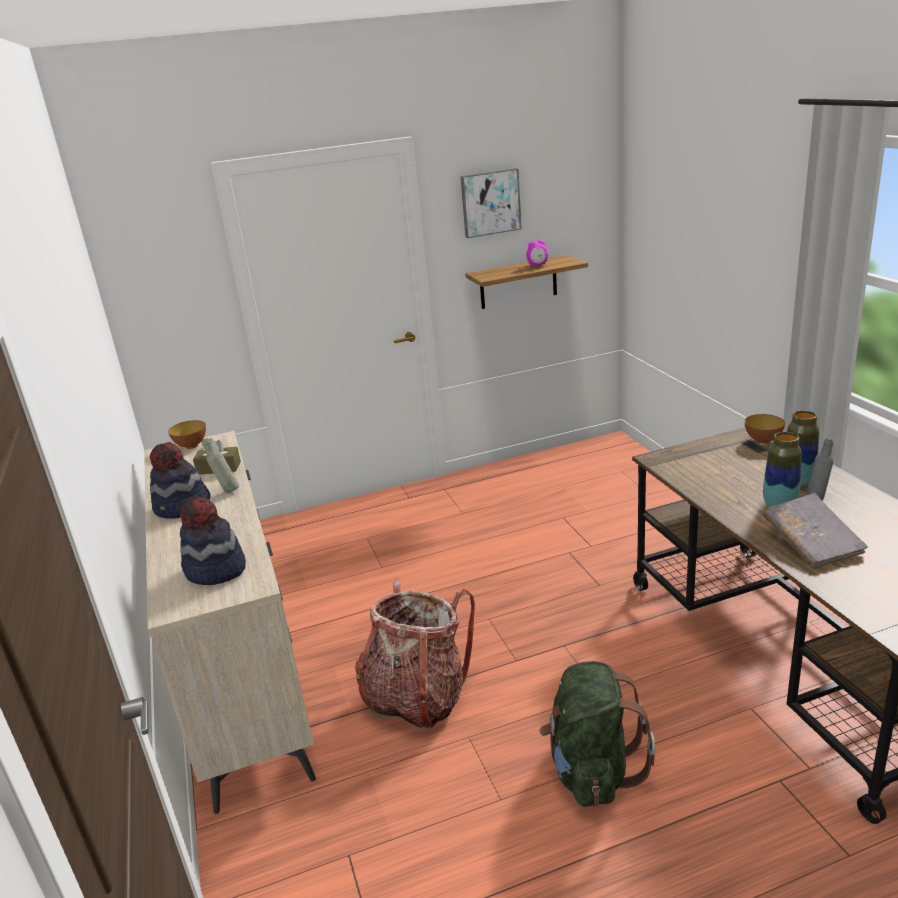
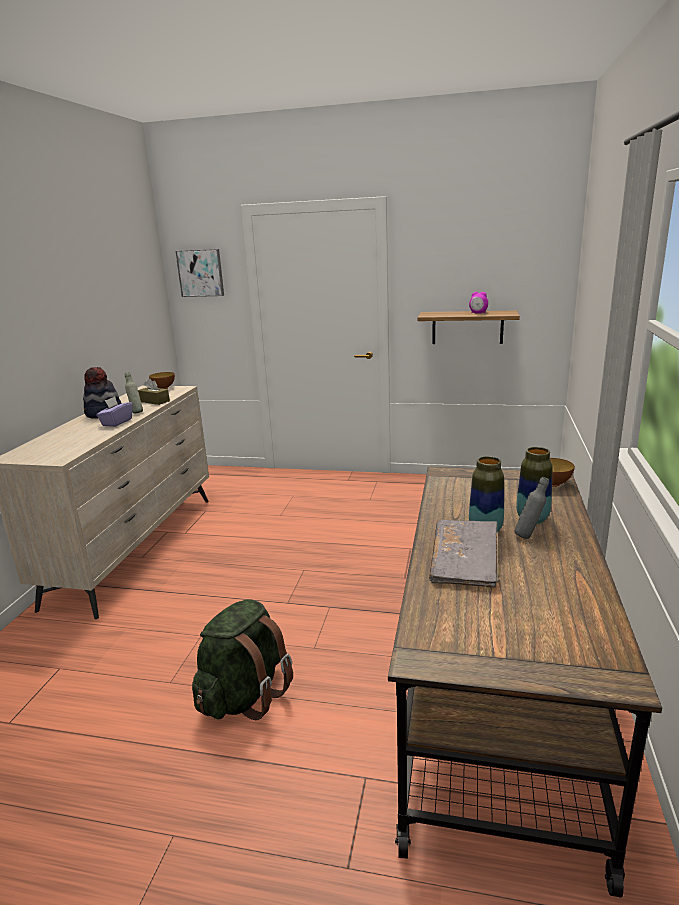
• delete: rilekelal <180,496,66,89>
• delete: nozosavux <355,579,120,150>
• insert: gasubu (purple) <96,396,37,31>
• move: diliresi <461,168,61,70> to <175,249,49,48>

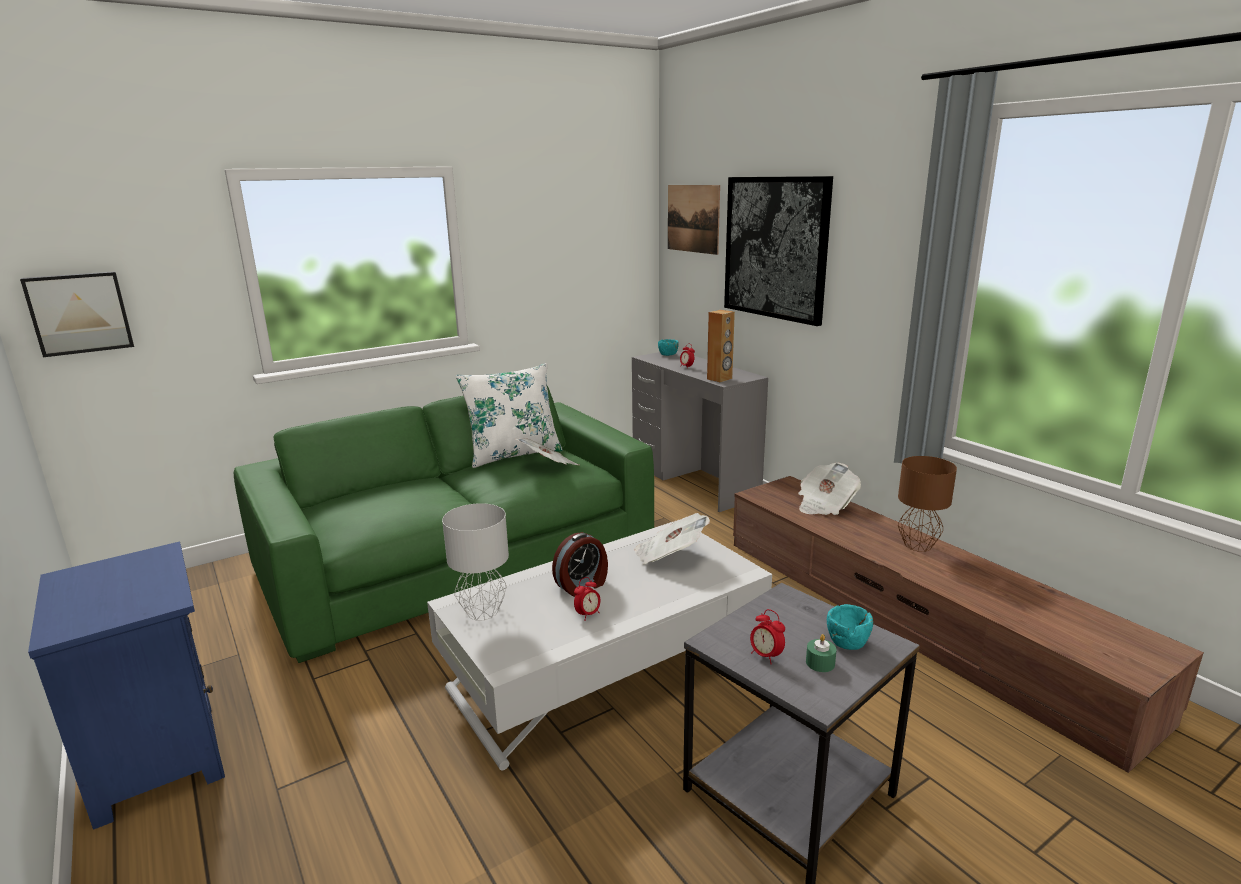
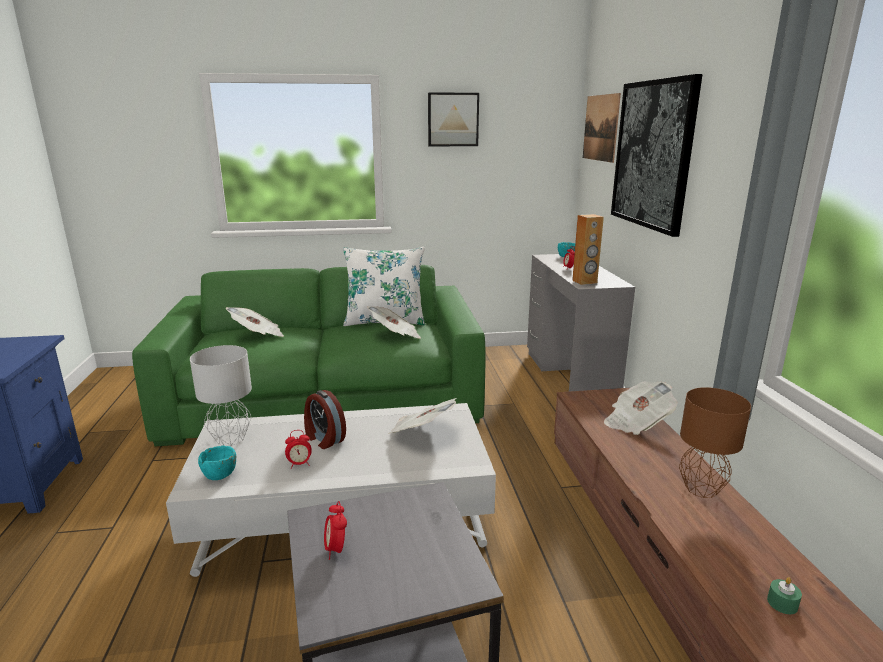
• insert: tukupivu <226,307,58,30>
• move: diliresi <20,271,114,86> to <428,92,51,54>
• move: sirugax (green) <806,634,30,38> to <767,577,35,37>
• move: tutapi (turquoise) <827,604,46,46> to <198,445,38,35>
• rotate: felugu <552,532,56,65> = <304,390,42,59> 60 degrees clockwise

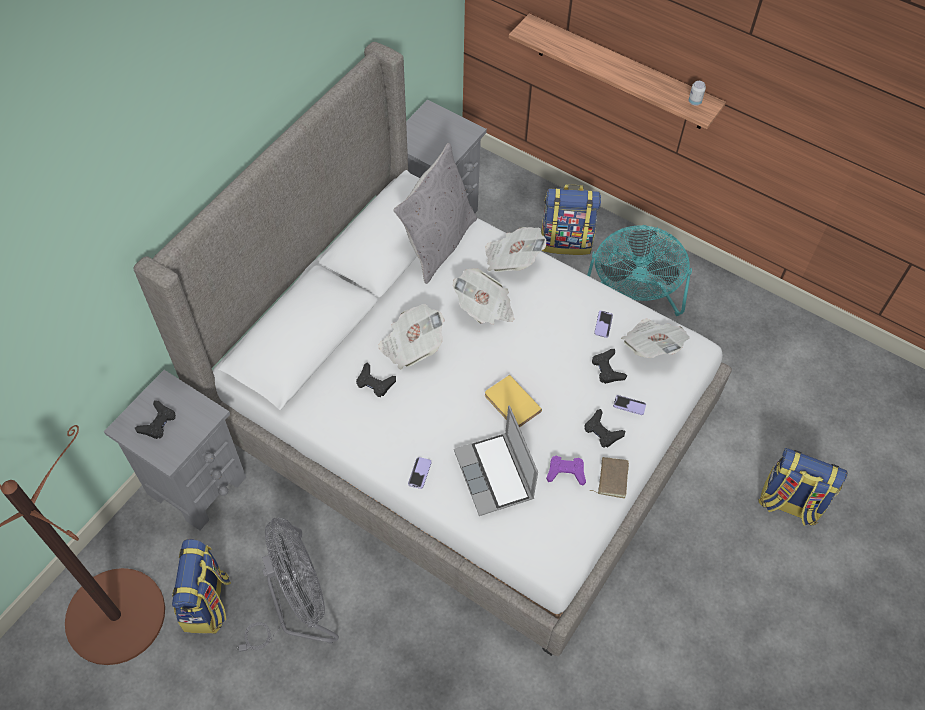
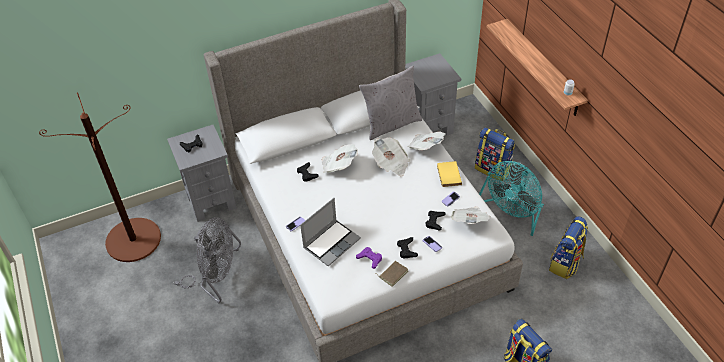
• move: nozosavux <172,539,59,95> to <549,216,39,63>
• move: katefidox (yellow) <485,375,57,53> to <437,161,25,26>
• rotate: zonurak <454,406,84,110> = <300,198,61,68> 150 degrees counterclockwise

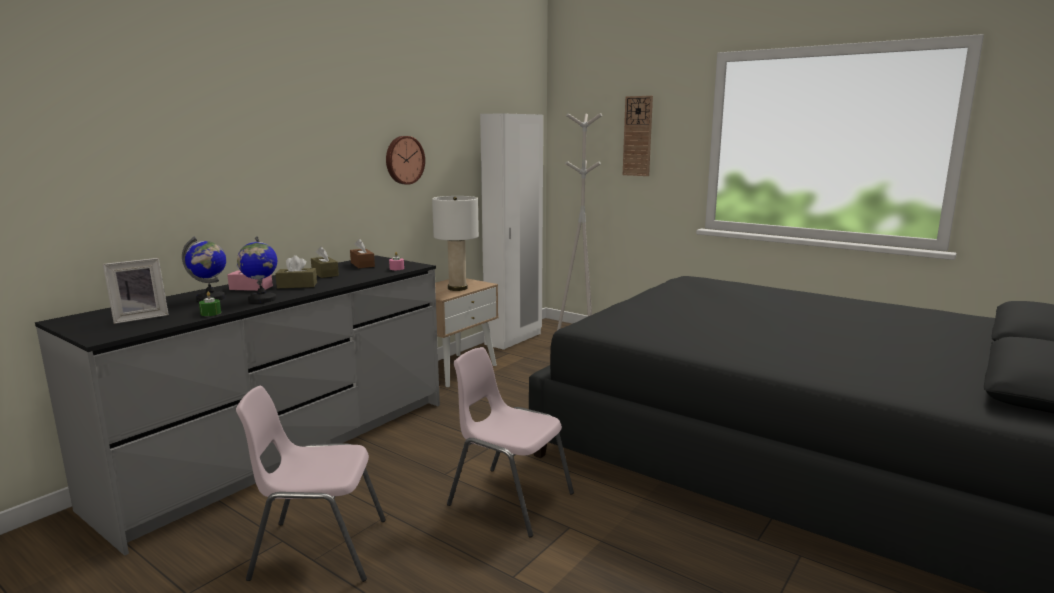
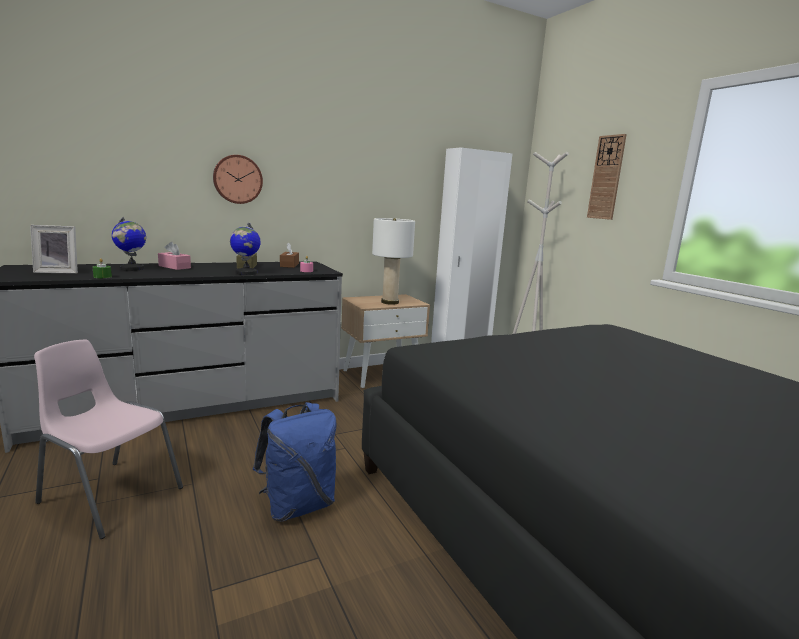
• delete: gasubu (brown) <275,255,42,33>
• move: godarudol <237,236,40,67> to <230,223,31,52>
• move: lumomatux <386,136,39,49> to <213,155,50,49>
• replace: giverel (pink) <447,347,127,190> to nozosavux (blue) <253,402,84,119>

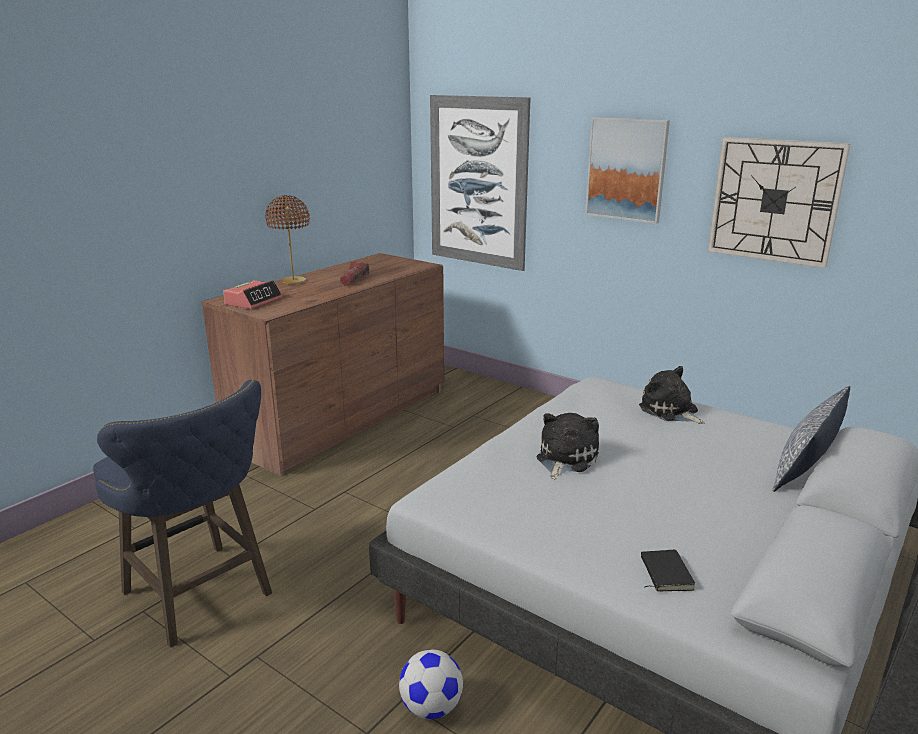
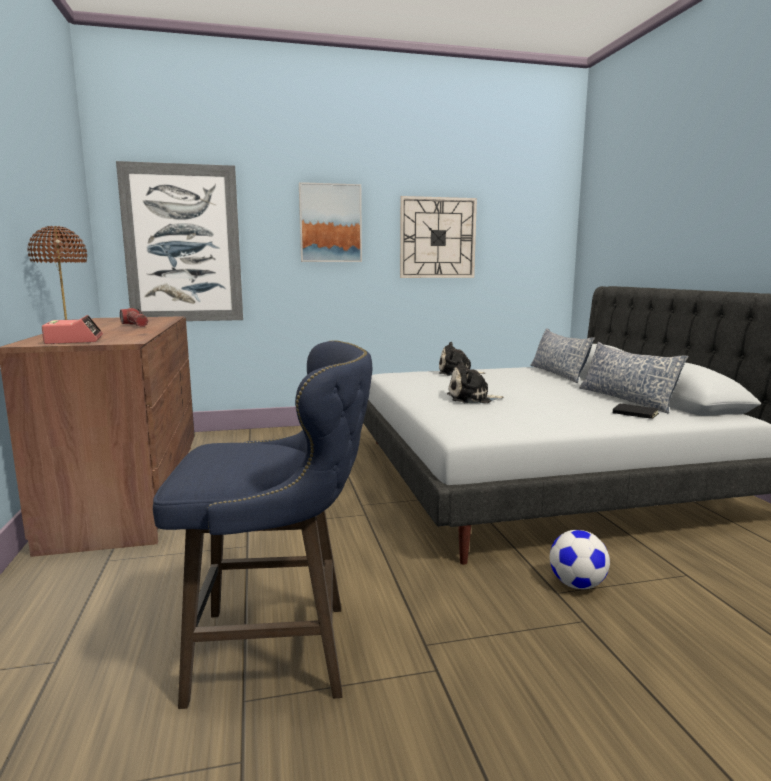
• insert: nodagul <579,342,110,71>
• rotate: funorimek <537,413,62,66> = <447,360,57,43> 75 degrees counterclockwise

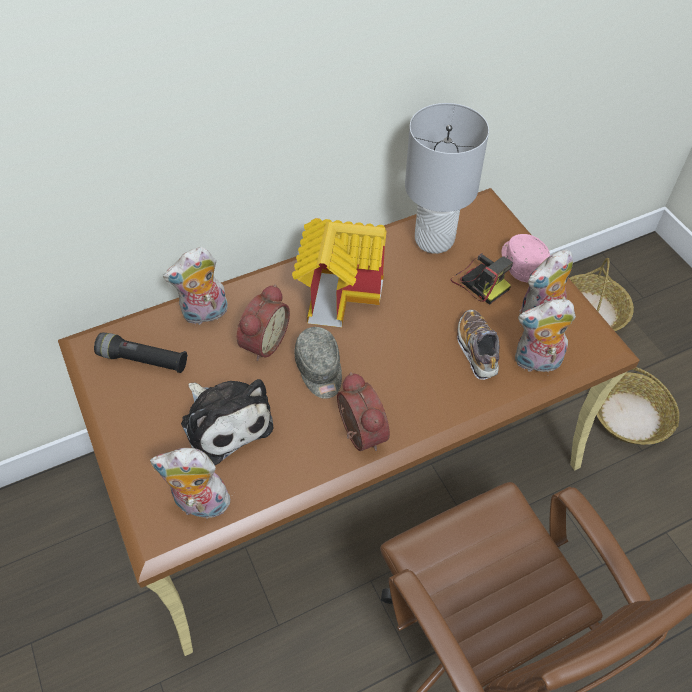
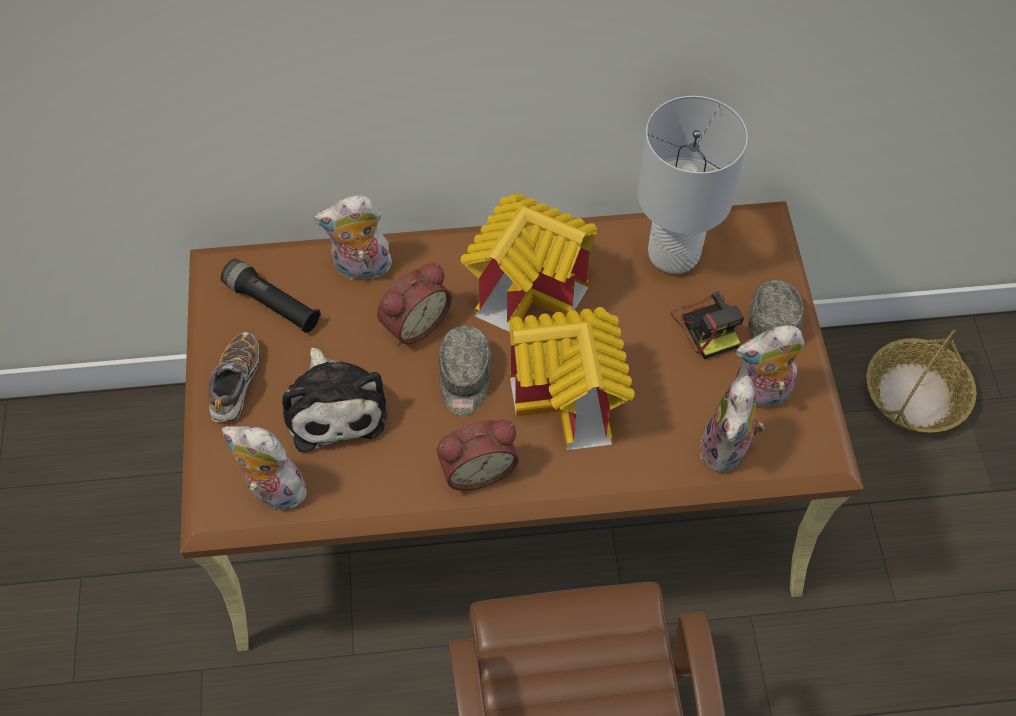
• delete: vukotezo <597,367,82,78>
• insert: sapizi <509,307,125,143>
• move: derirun <457,310,42,70> to <209,332,50,90>
• recolor: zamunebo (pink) <502,234,48,49> to zamunebo (grey) <749,280,55,57>
• rotate: felugu <337,372,53,79> = <437,420,82,71> 75 degrees clockwise
• rotate: funorimek <515,299,61,73> = <700,376,65,97> 90 degrees counterclockwise

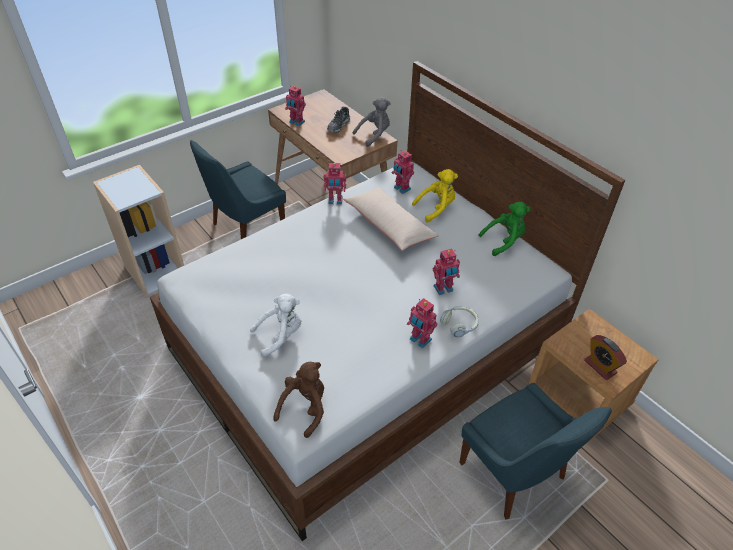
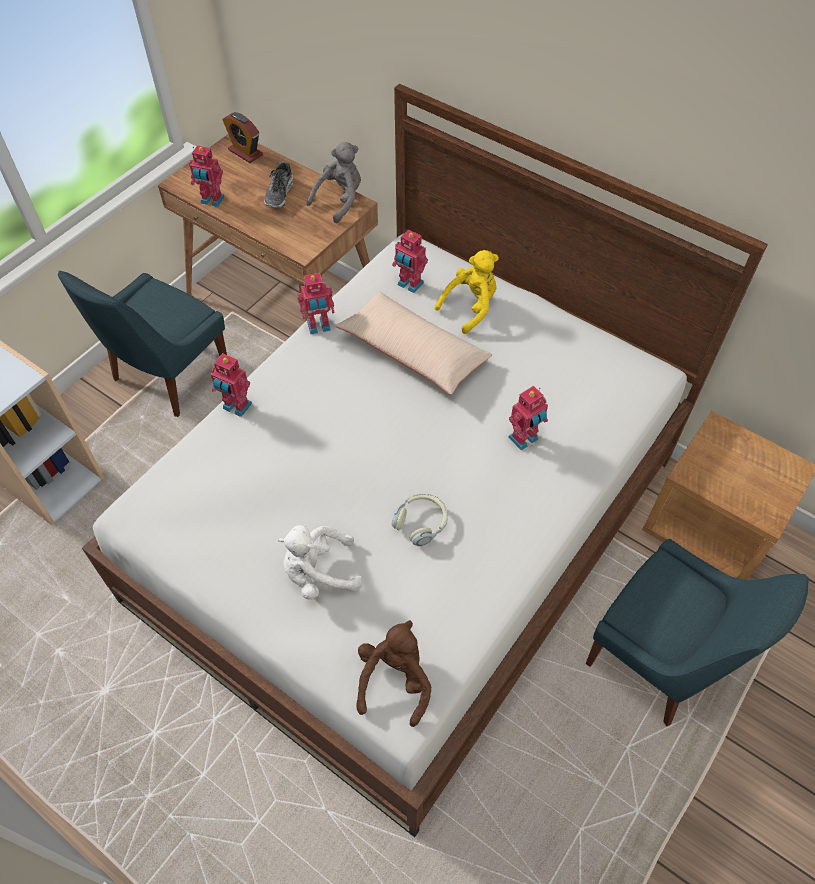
• delete: funorimek (green) <479,202,51,54>
• move: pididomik <407,298,30,50> to <211,353,41,64>
• move: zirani <440,306,39,32> to <392,494,56,52>
• move: felugu <584,335,43,45> to <223,112,40,51>
• rotate: funorimek (white) <250,294,52,63> = <278,525,84,75> 150 degrees counterclockwise

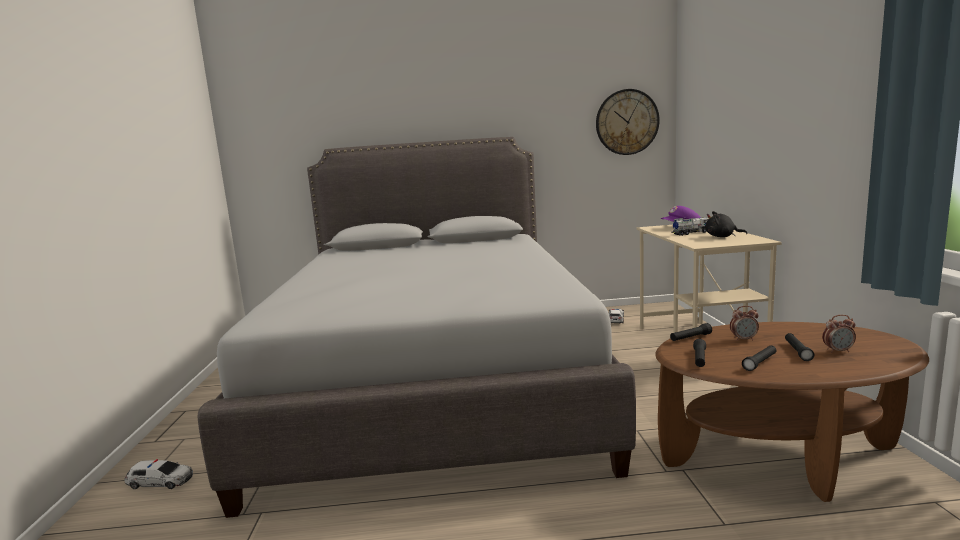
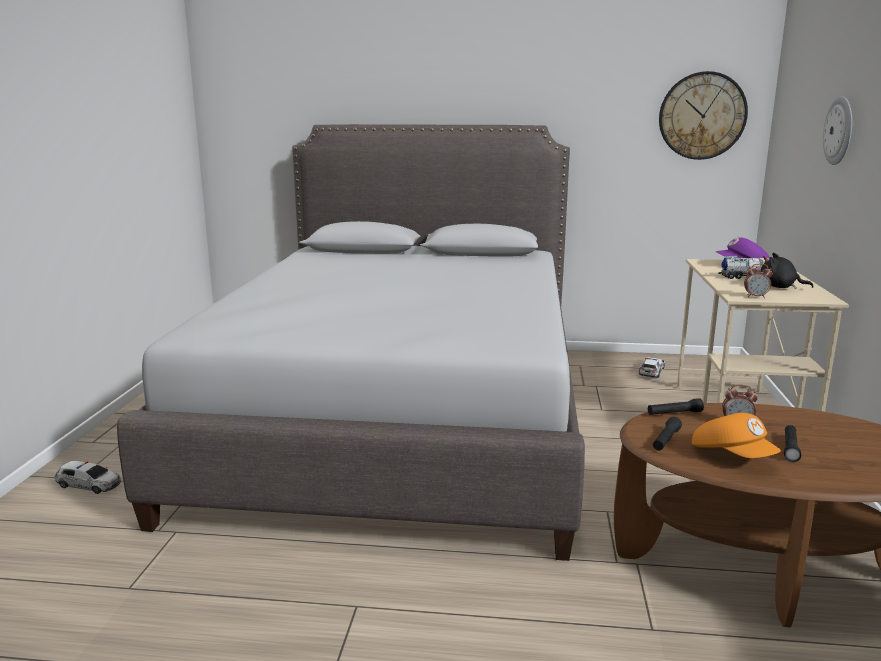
• insert: lumomatux <823,96,29,69>
• move: felugu <822,315,34,38> to <744,264,29,34>
• replace: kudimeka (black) <742,345,34,26> to zamunebo (orange) <692,413,89,45>

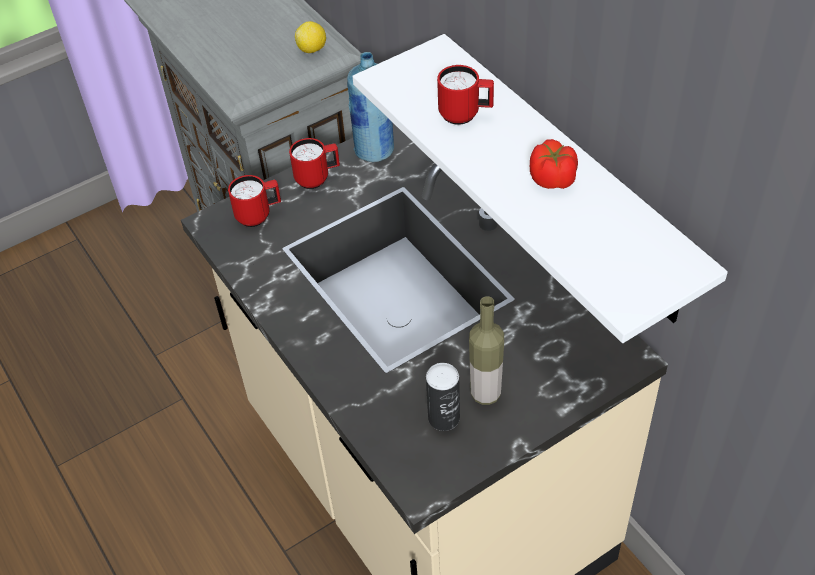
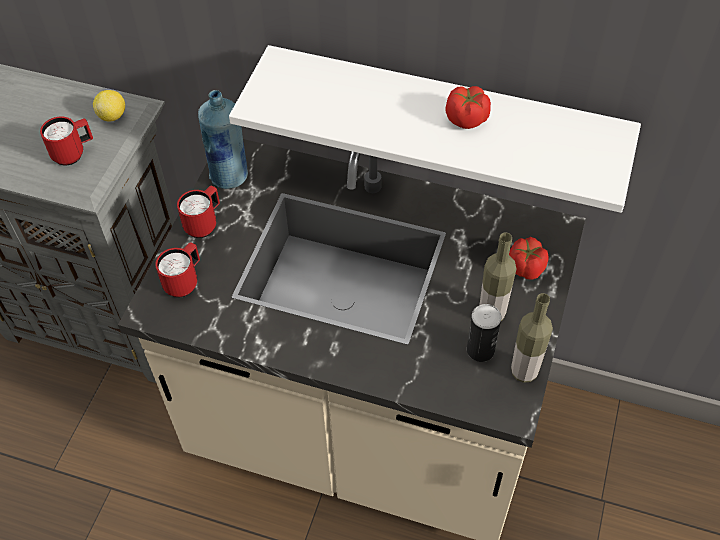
• insert: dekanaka <509,237,40,43>
• insert: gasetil <511,293,42,90>
• move: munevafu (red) <437,65,57,60> to <40,116,53,50>

